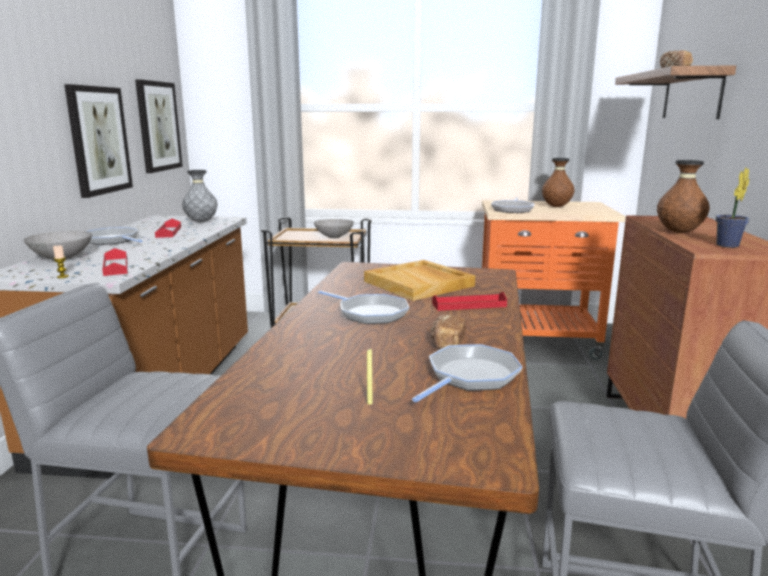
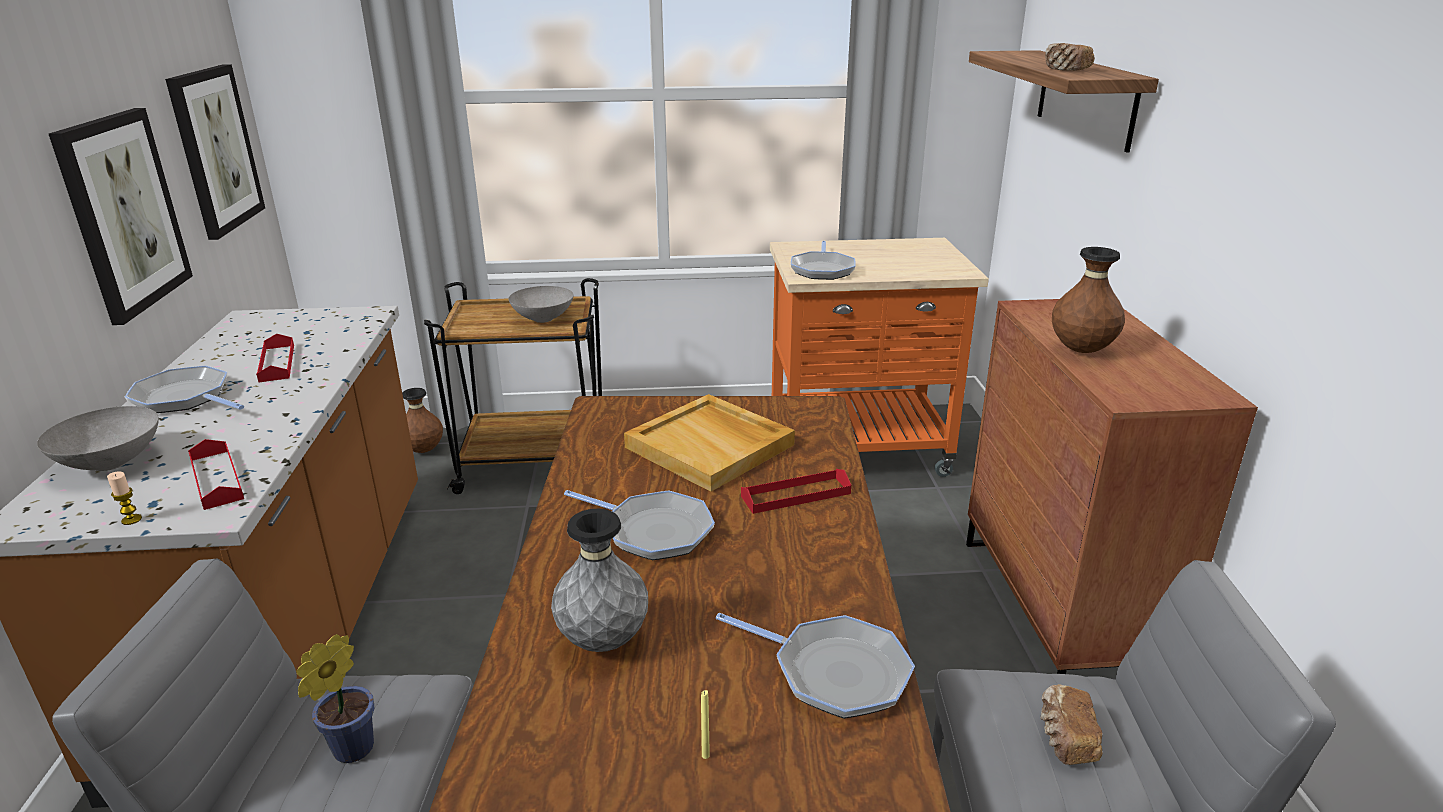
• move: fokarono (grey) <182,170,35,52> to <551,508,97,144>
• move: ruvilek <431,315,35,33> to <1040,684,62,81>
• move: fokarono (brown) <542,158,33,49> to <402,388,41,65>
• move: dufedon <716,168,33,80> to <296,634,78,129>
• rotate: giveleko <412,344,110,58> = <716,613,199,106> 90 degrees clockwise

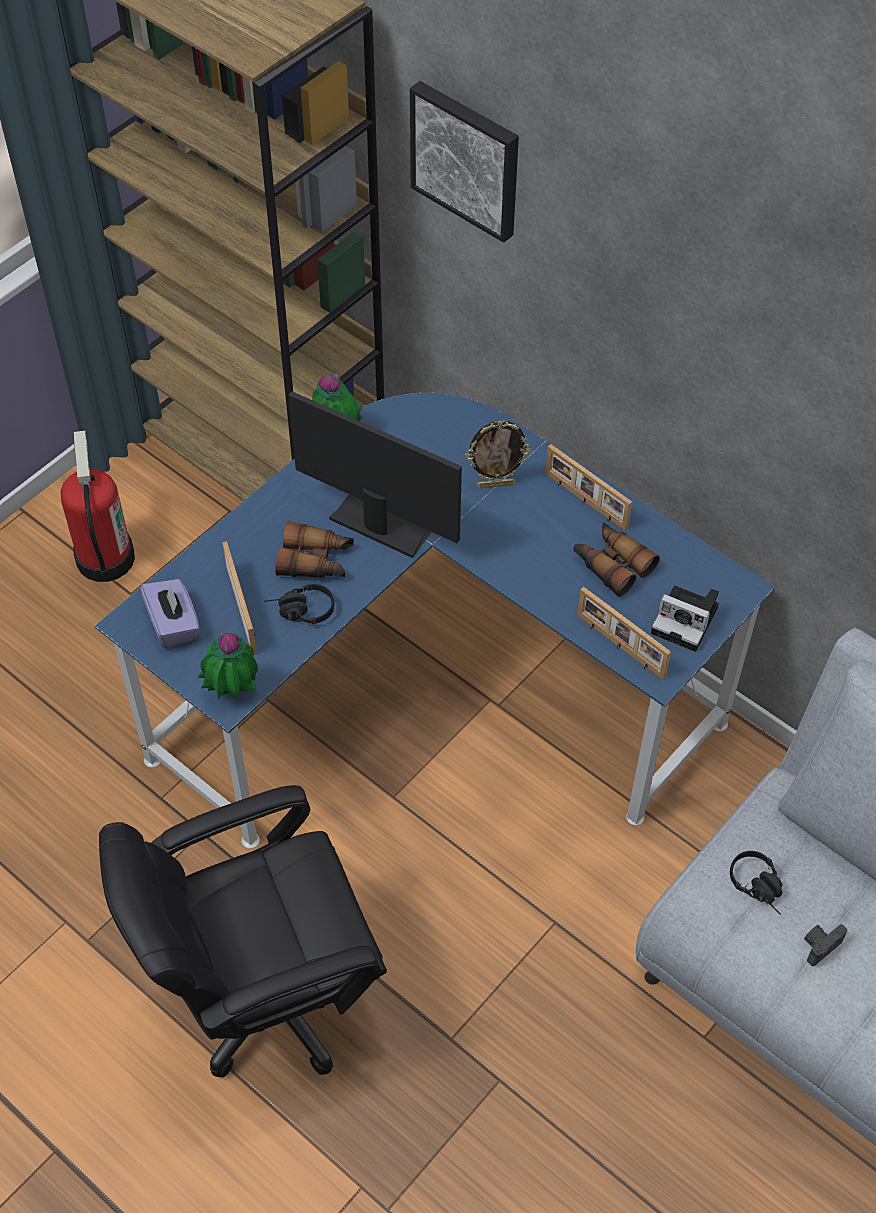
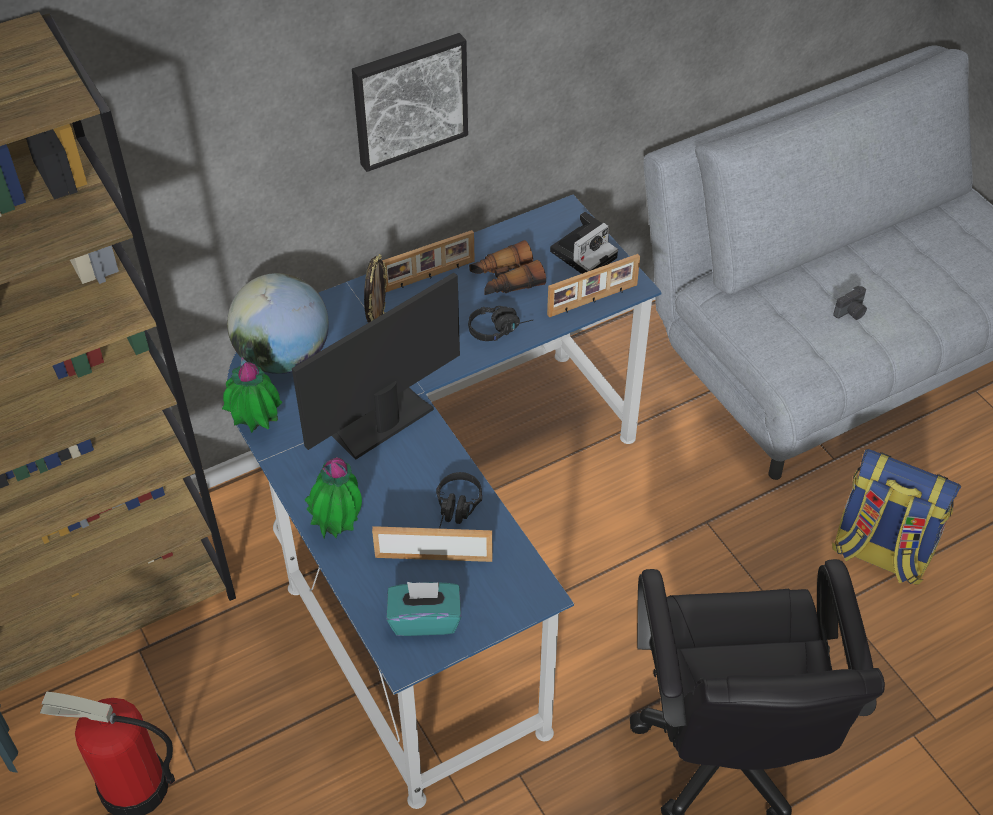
• delete: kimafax <275,521,79,57>
• insert: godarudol <227,273,102,101>
• insert: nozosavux <832,449,129,136>
• move: dufedon <198,631,60,69> to <305,457,57,81>
• move: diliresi <410,81,109,162> to <352,33,116,139>
• move: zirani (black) <730,851,53,64> to <468,306,65,35>
• recolor: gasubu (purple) <140,579,60,70> to gasubu (turquoise) <386,582,75,54>
• rotate: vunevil <804,924,43,42> = <833,286,34,34> 105 degrees counterclockwise

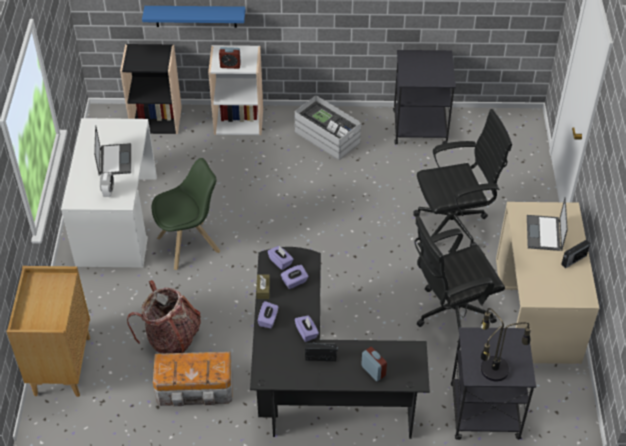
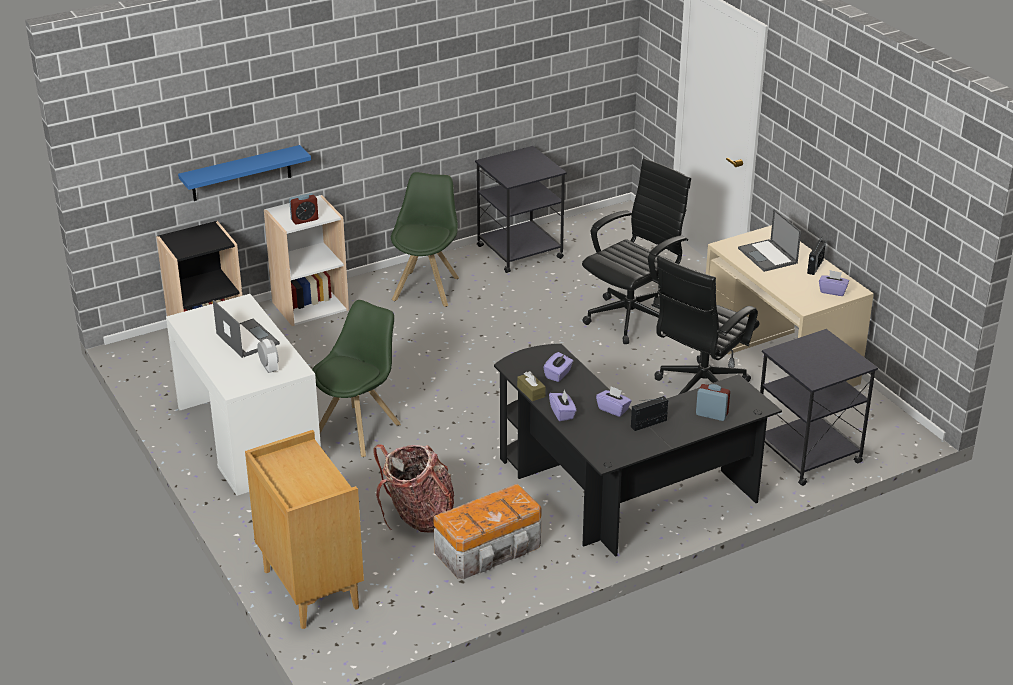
• delete: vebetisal <481,308,50,74>
• move: gasubu (purple) <267,246,27,24> to <819,270,30,26>
• replace: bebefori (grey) <295,96,66,64> to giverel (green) <391,172,68,135>

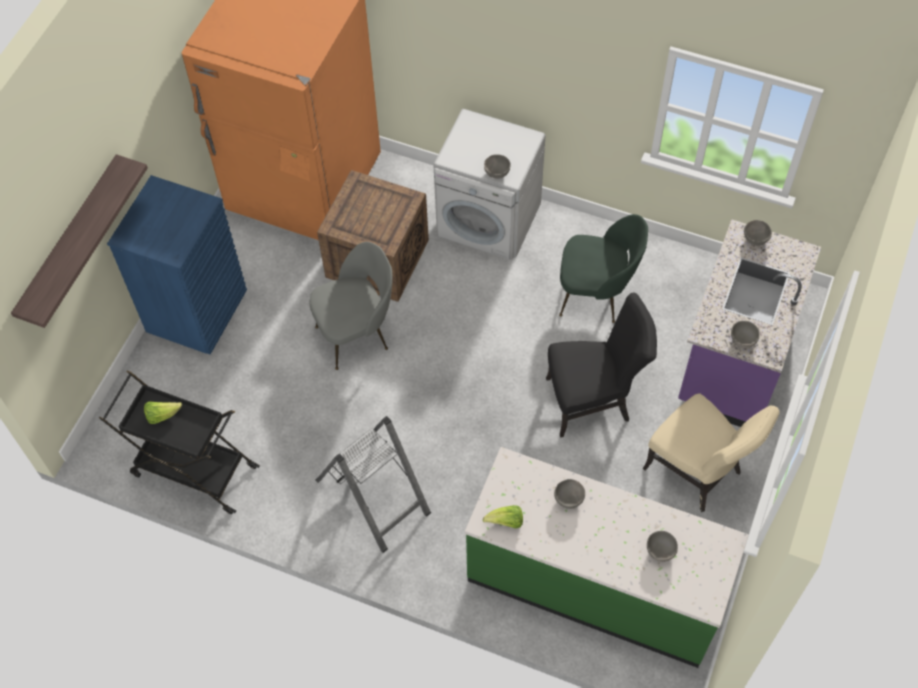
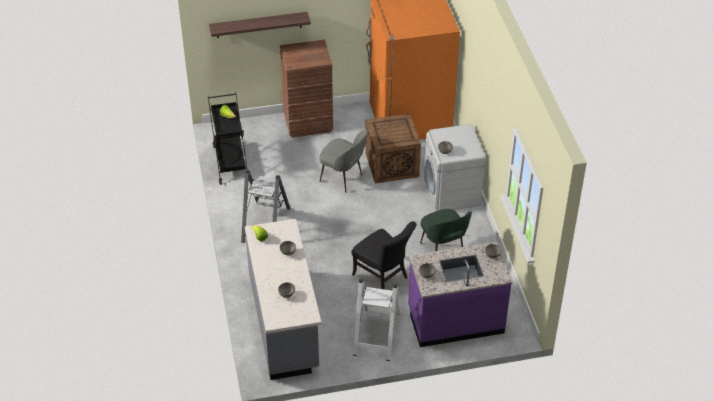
• replace: giverel (beige) <643,393,137,119> to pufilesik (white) <353,279,48,82>
• recolor: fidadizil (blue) <107,175,140,179> to fidadizil (brown) <280,40,53,98>
• recolor: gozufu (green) <465,447,284,221> to gozufu (grey) <245,219,77,161>

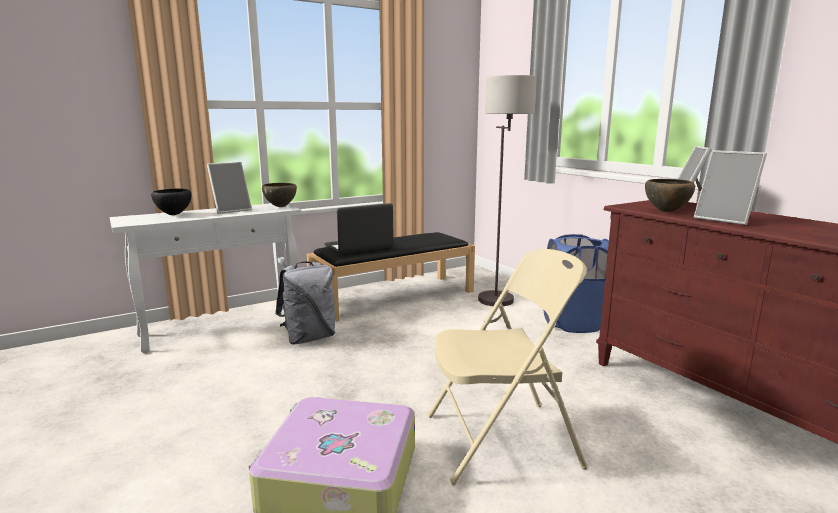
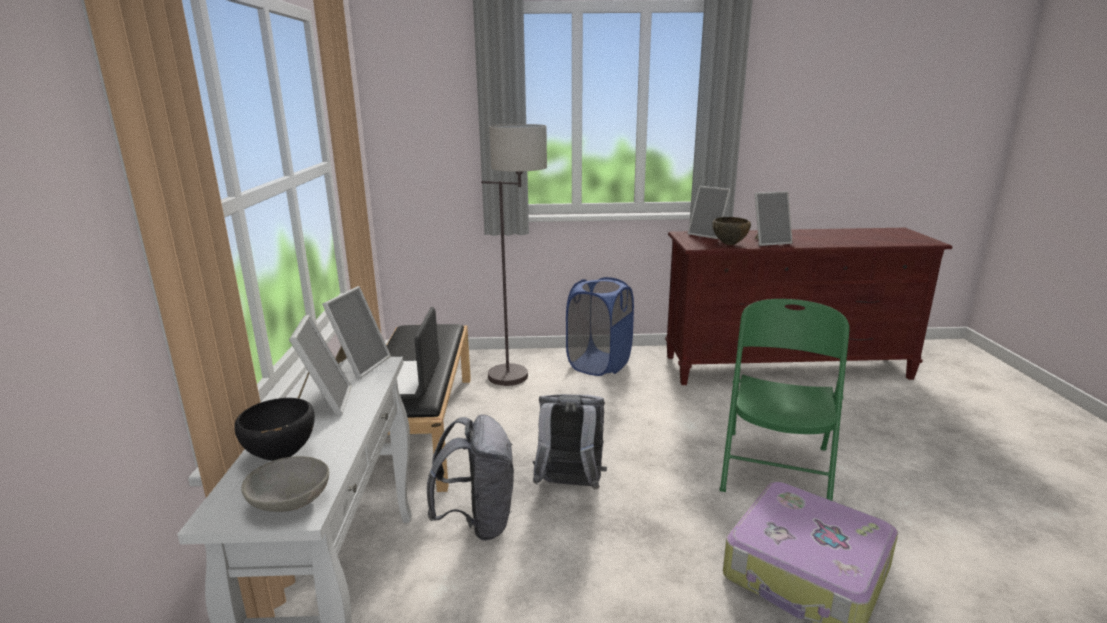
• insert: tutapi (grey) <241,456,88,56>
• insert: nozosavux (grey) <532,394,75,96>
• replace: tutapi (brown) <262,183,35,24> to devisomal <322,286,69,93>
• recolor: giverel (beige) <428,249,159,237> to giverel (green) <719,299,131,202>

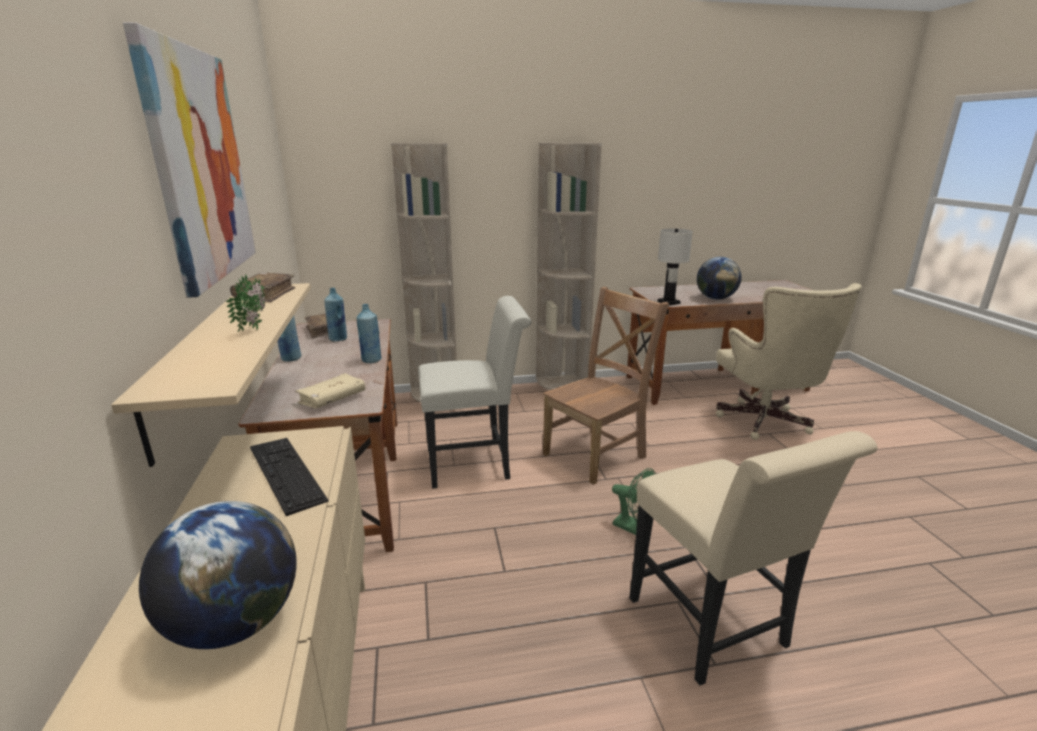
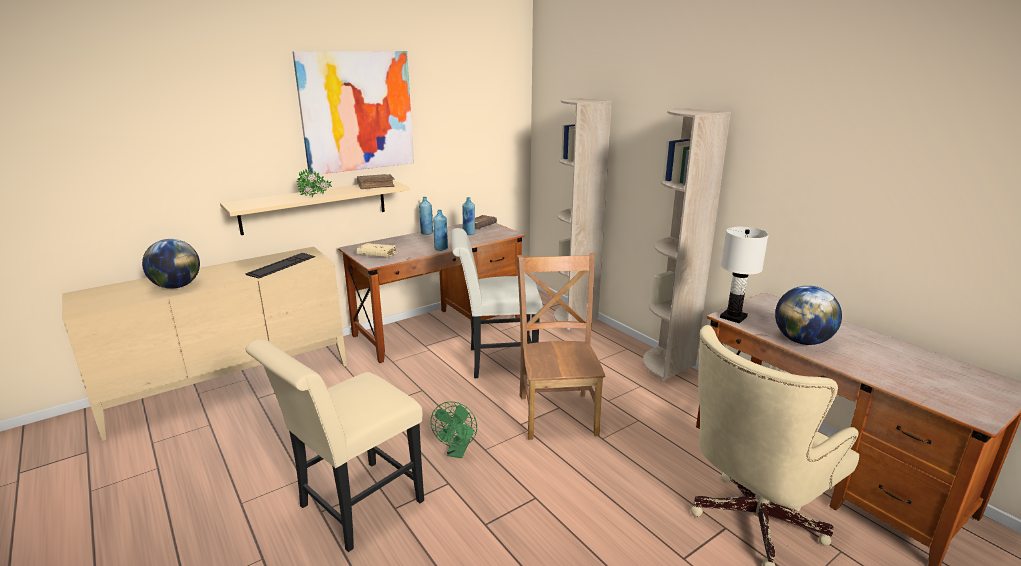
• rotate: giverel (white) <418,296,113,193> = <451,228,92,150> 120 degrees clockwise
• rotate: giverel (brown) <543,287,126,198> = <517,253,89,187> 120 degrees counterclockwise

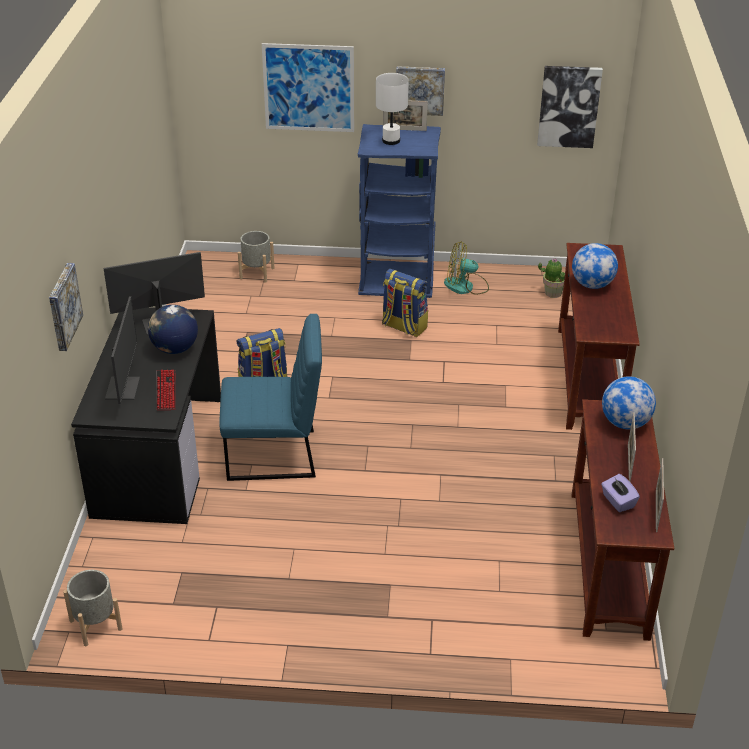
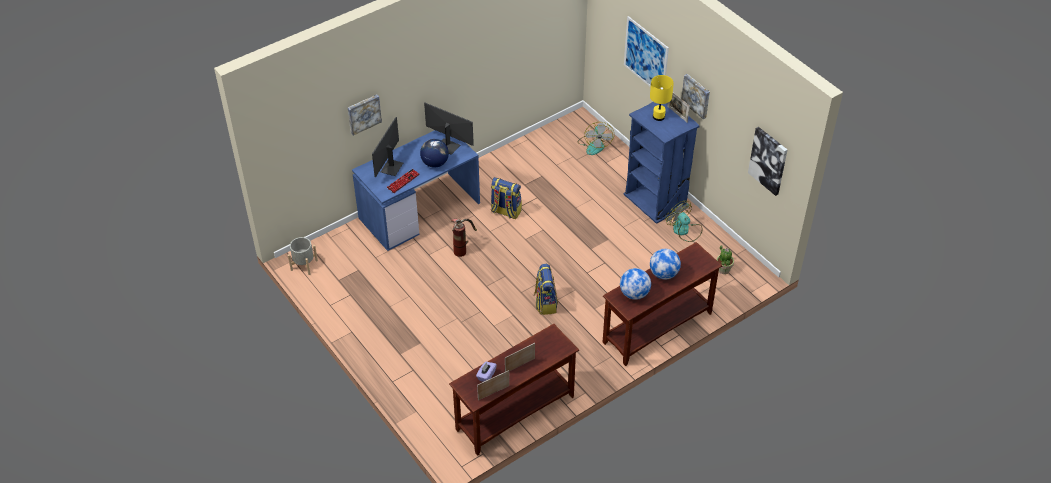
• move: nozosavux <382,269,46,68> to <534,264,24,51>
• move: godarudol <602,376,54,54> to <620,268,31,32>
• replace: giverel (blue) <219,314,103,167> to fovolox <450,219,27,38>
• replace: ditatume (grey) <238,231,36,52> to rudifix <578,122,36,33>
• recolor: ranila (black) <71,307,150,217> to ranila (blue) <352,130,128,121>
• recolor: vebetisal (white) <376,73,33,72> to vebetisal (yellow) <650,75,24,46>
• rotate: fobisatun <105,297,35,107> = <372,117,31,60> 150 degrees clockwise

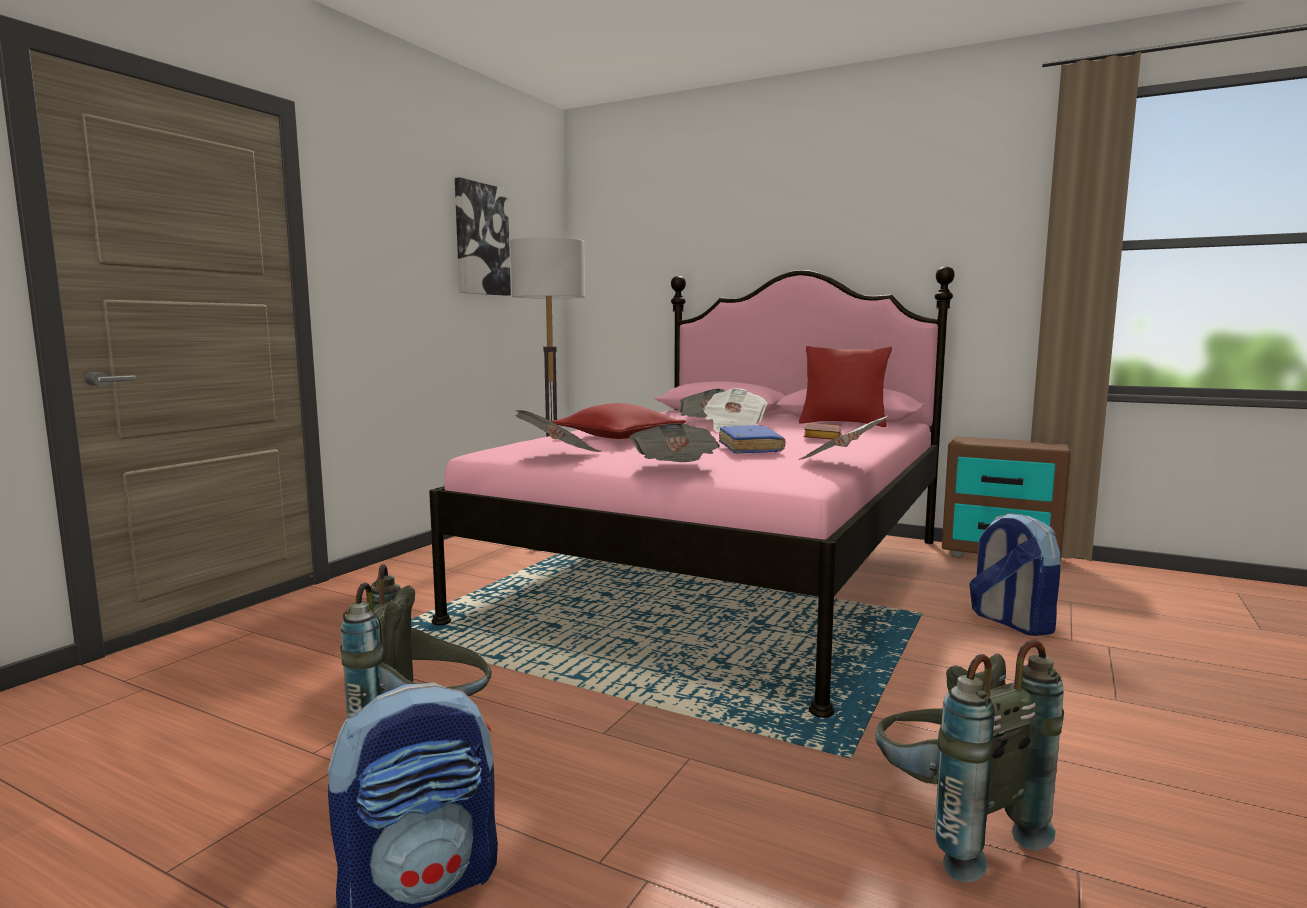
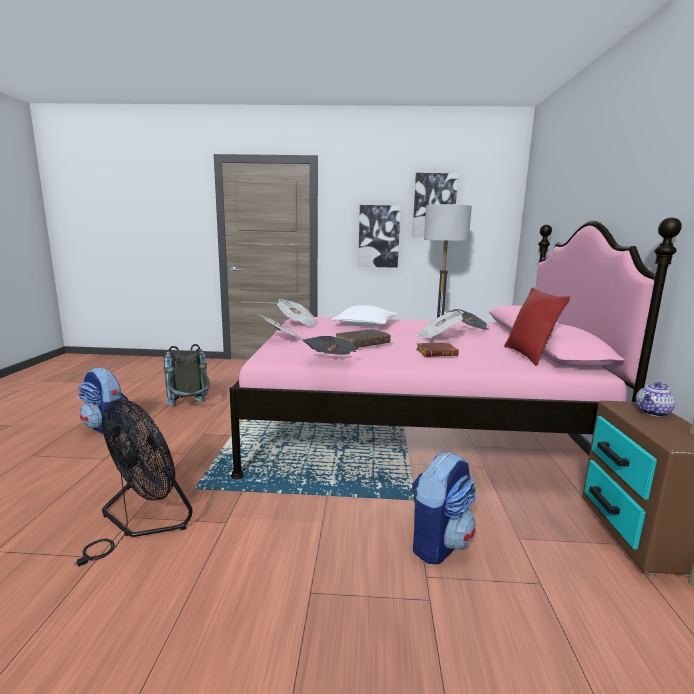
• insert: diliresi <358,205,43,63>
• insert: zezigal <636,382,40,35>
• replace: nozosavux (grey) <875,640,189,243> to rudifix (black) <74,400,118,167>
• recolor: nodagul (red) <551,403,135,36> to nodagul (white) <331,305,66,21>
• recolor: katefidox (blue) <719,425,66,29> to katefidox (brown) <336,329,55,19>

